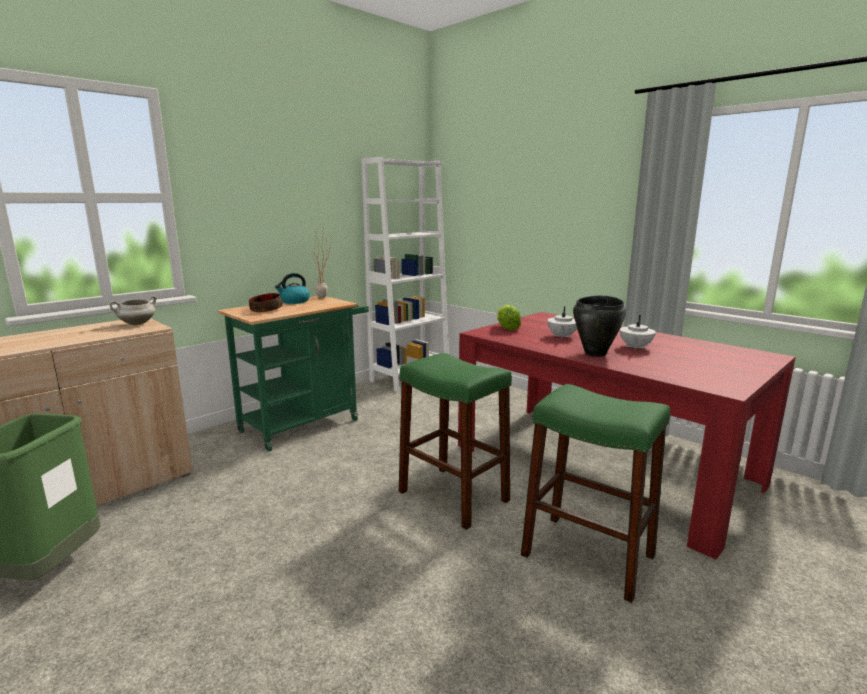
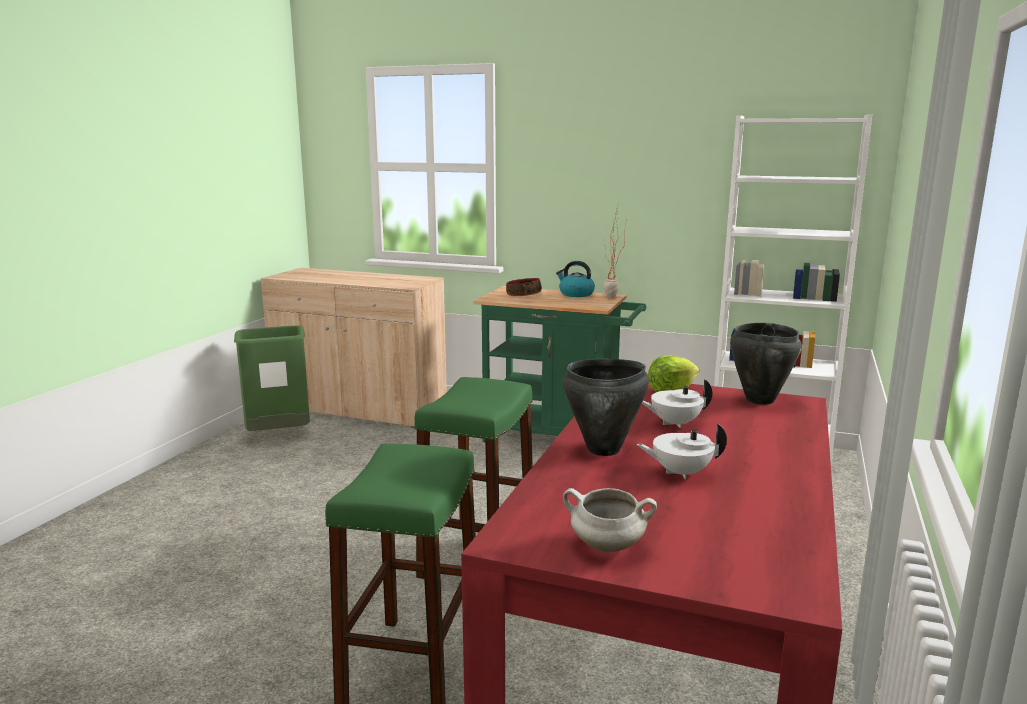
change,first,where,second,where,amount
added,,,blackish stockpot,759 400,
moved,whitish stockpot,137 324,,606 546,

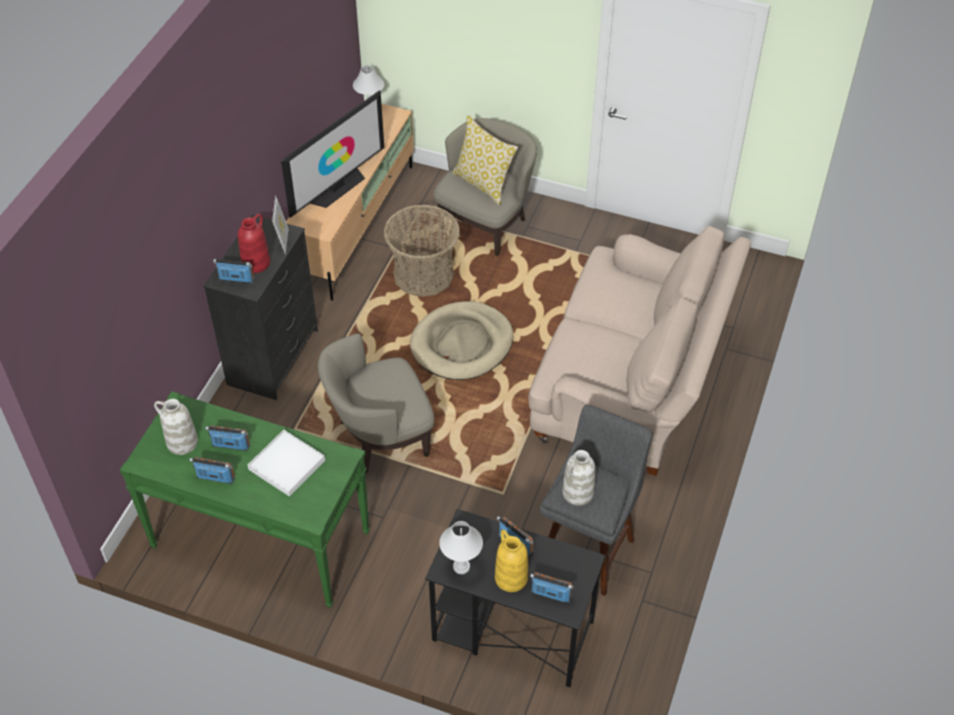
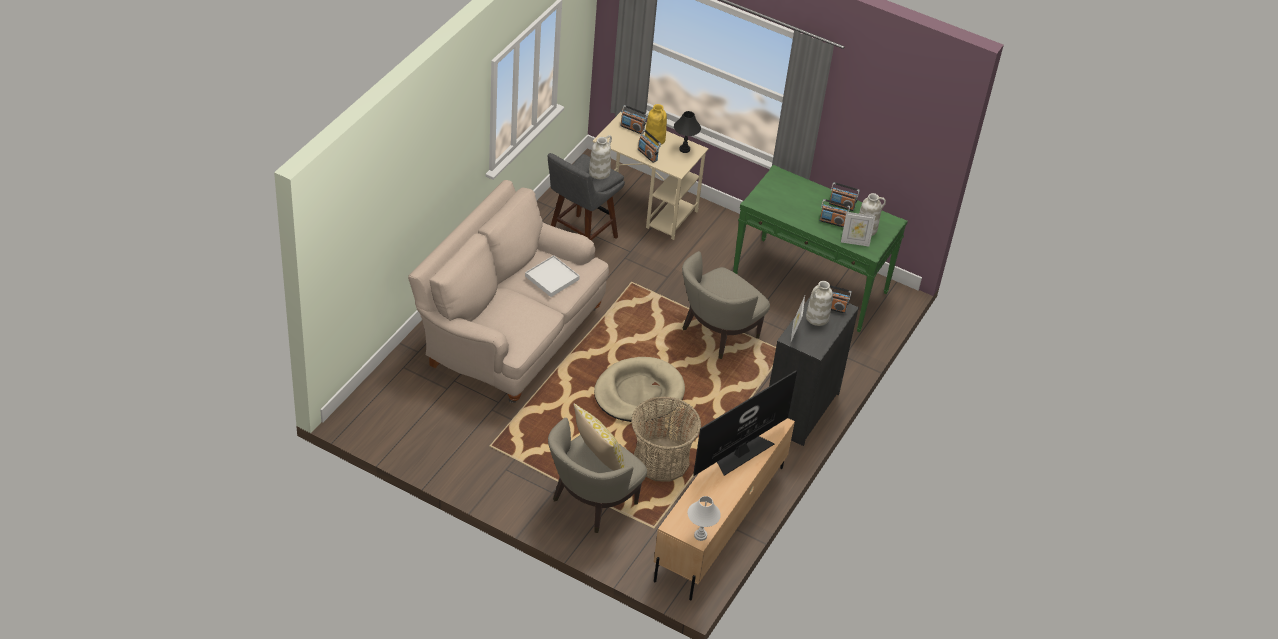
change,first,where,second,where,amount
added,,,photo frame,855 242,
moved,whitish carrying tray,287 465,,552 278,
recoloured,red-coloured vase,256 262,whitish vase,817 318,
recoloured,blackish desk unit,511 631,sand-coloured desk unit,645 207,
recoloured,whitish table lamp,461 566,blackish table lamp,684 149,
turned,sand-coloured armchair,380 438,,717 333,150 degrees clockwise

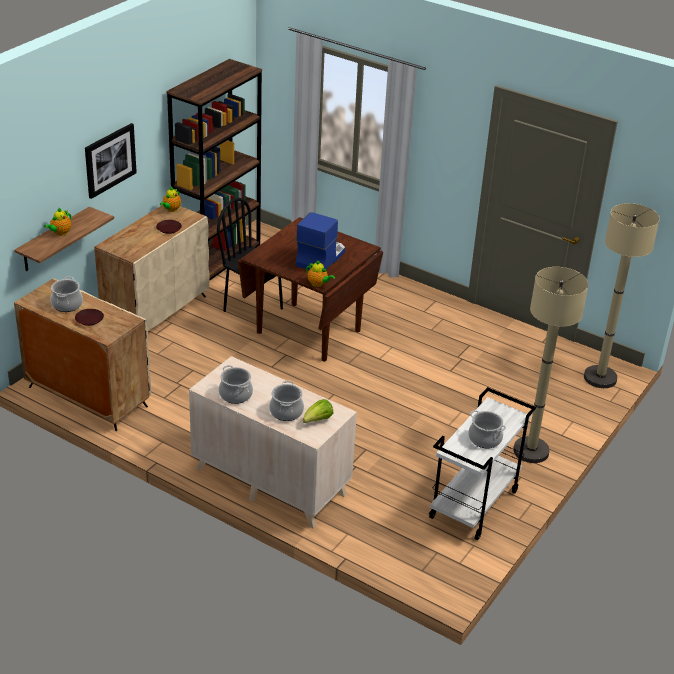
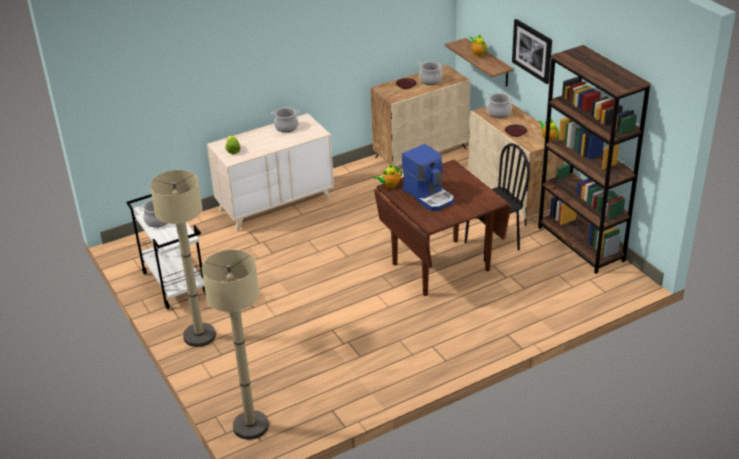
change,first,where,second,where,amount
moved,stockpot,286 412,,499 113,

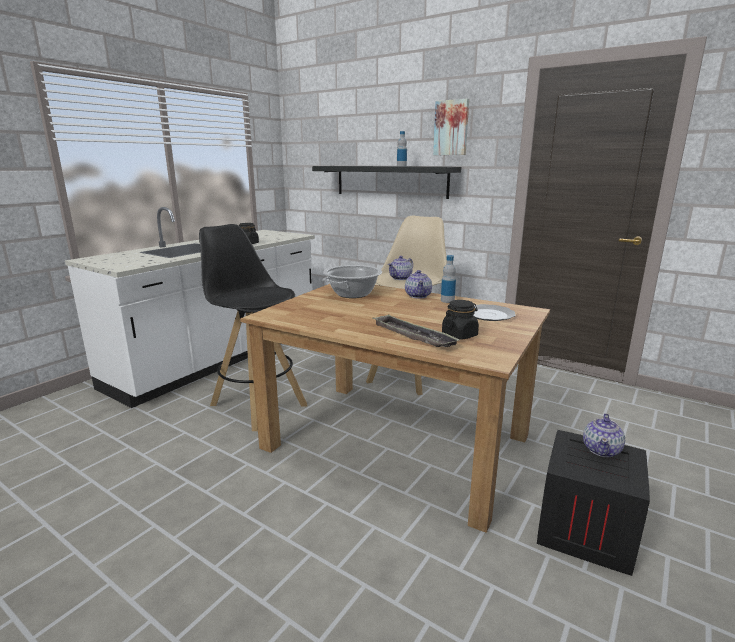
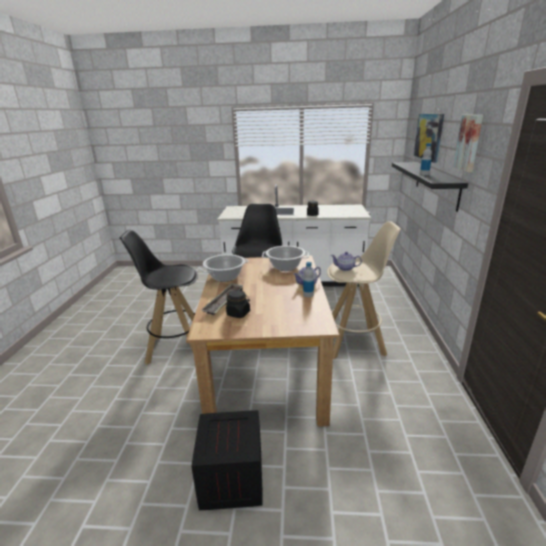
change,first,where,second,where,amount
removed,dinner plate,488 315,,,
removed,tea pot,602 450,,,
added,,,blackish stool,176 348,
added,,,stockpot,225 277,
added,,,wall art,429 136,

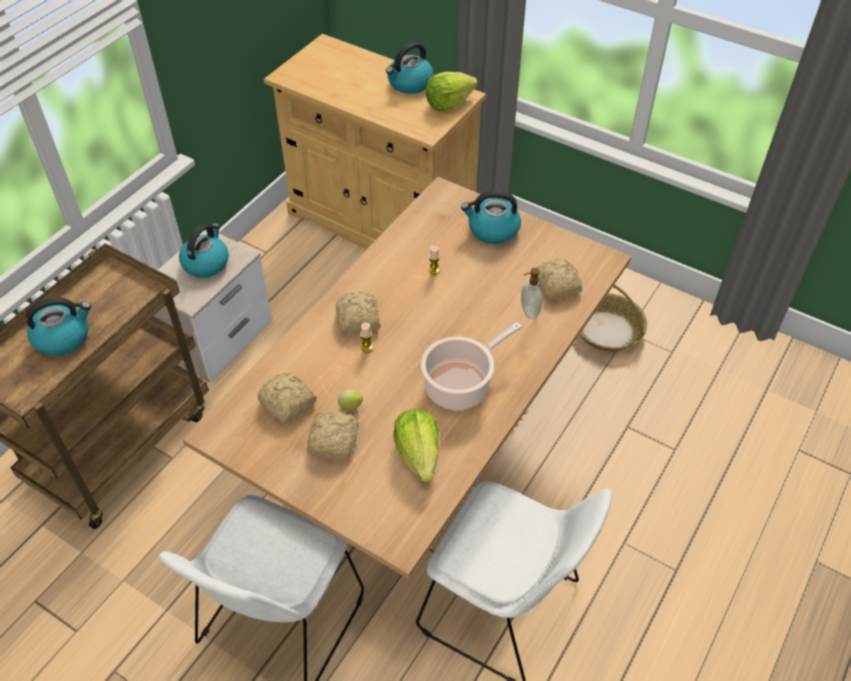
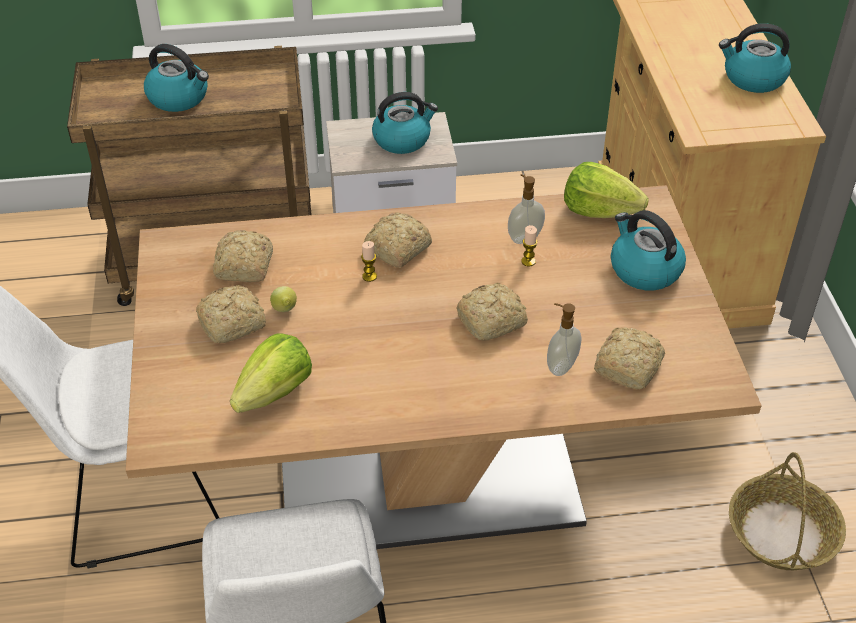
change,first,where,second,where,amount
removed,stockpot,460 385,,,
added,,,bakery bread,493 320,
added,,,liquid soap bottle,524 237,
moved,lettuce head,448 103,,599 211,

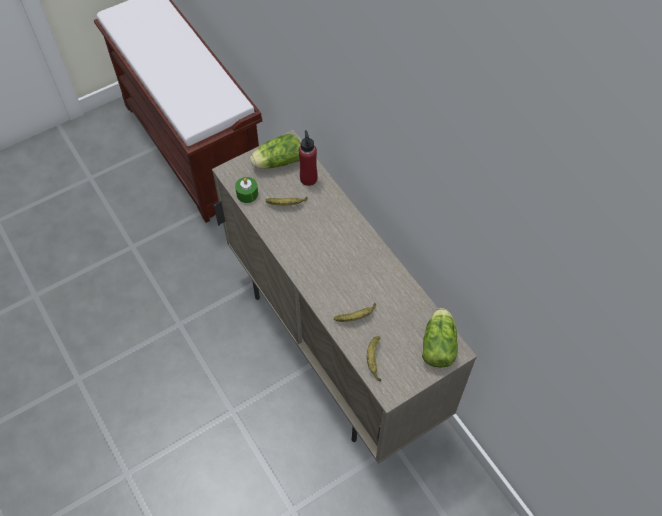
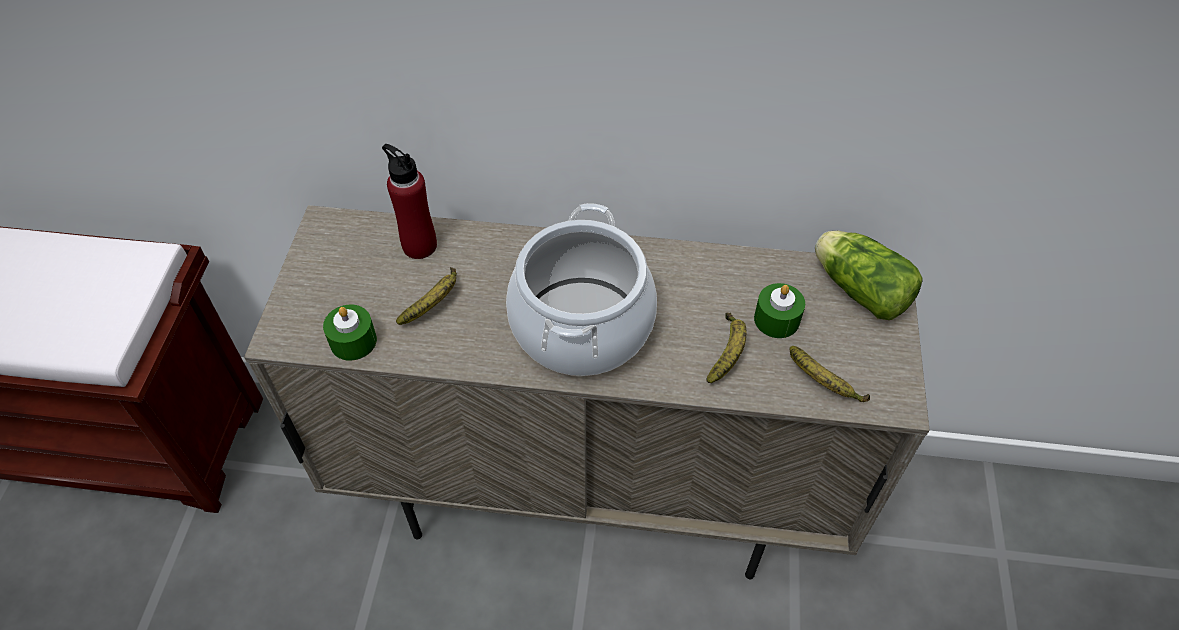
change,first,where,second,where,amount
removed,lettuce head,276 162,,,
added,,,stockpot,581 326,
added,,,green wax candle,776 319,

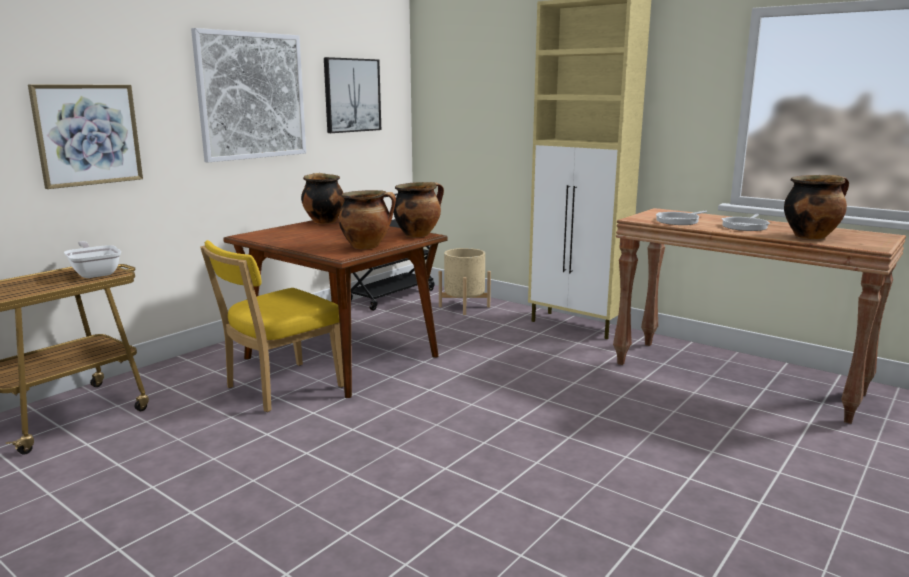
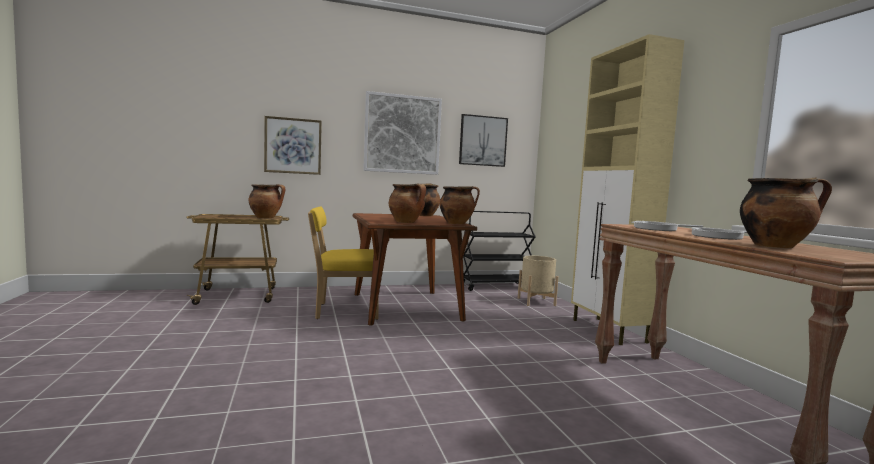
change,first,where,second,where,amount
replaced,pan,95 273,stockpot,266 218,

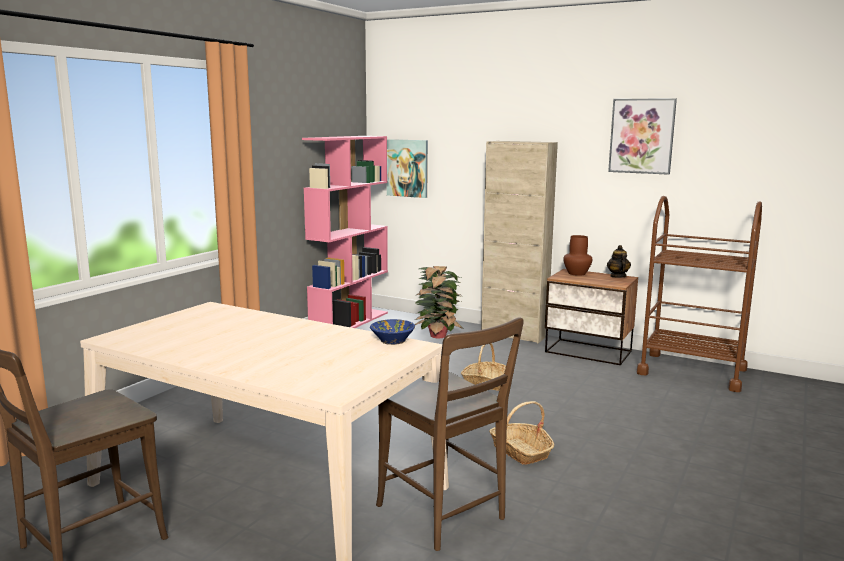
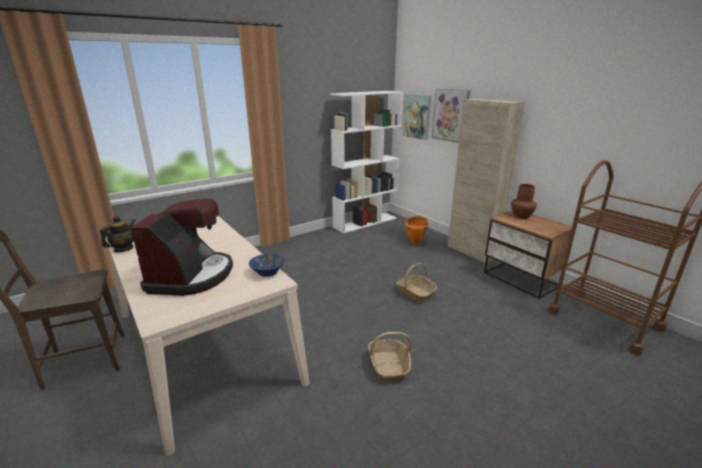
change,first,where,second,where,amount
removed,brown-coloured chair,444 515,,,
added,,,coffee brewer,192 276,
moved,tea pot,617 276,,123 249,
moved,wall art,642 136,,450 115,
replaced,houseplant,438 335,orange-coloured stockpot,415 243,
recoloured,pink-coloured bookshelf,349 322,whitish bookshelf,365 222,

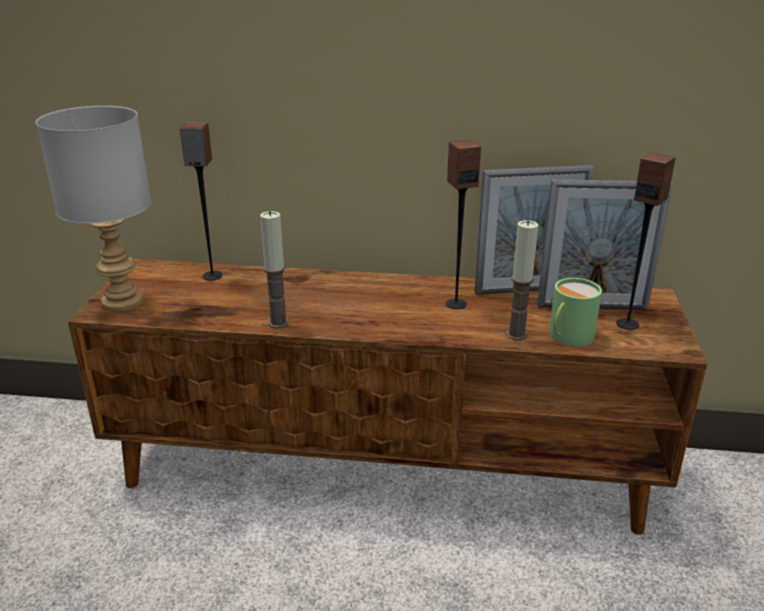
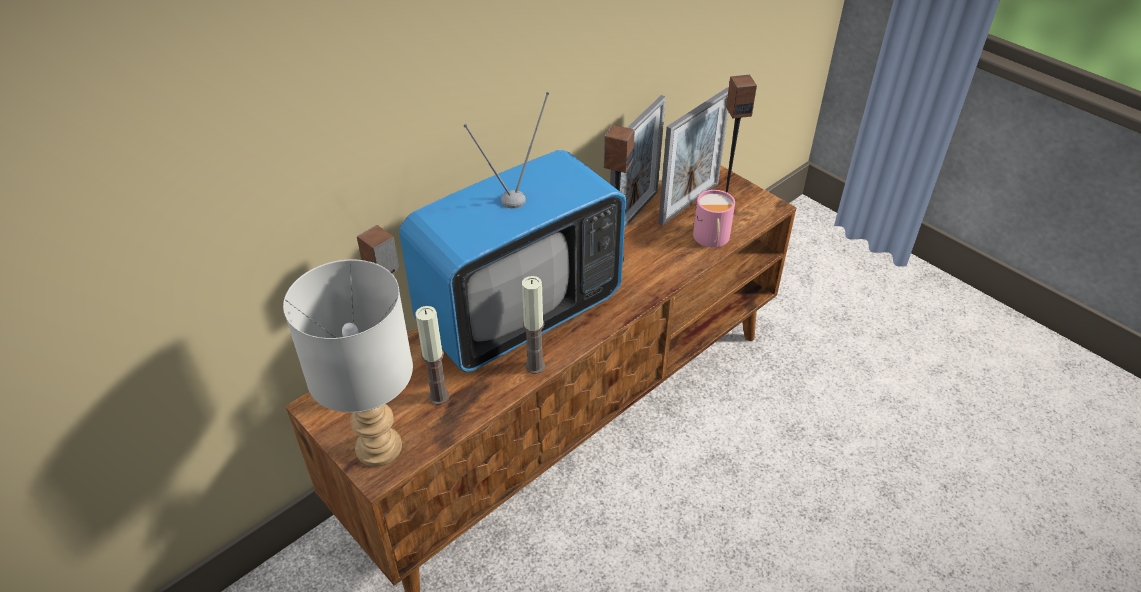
change,first,where,second,where,amount
added,,,TV set,519 313,
moved,wax candle,516 334,,439 396,
recoloured,green tea mug,567 336,pink-coloured tea mug,711 238,

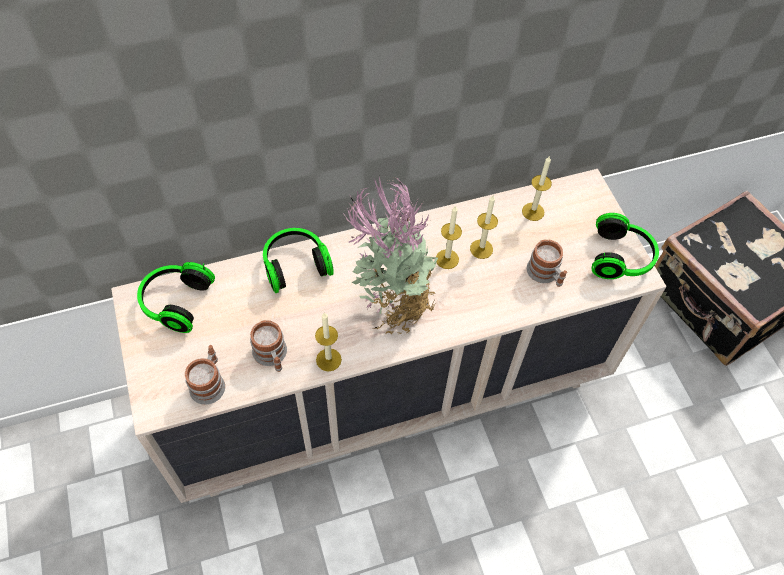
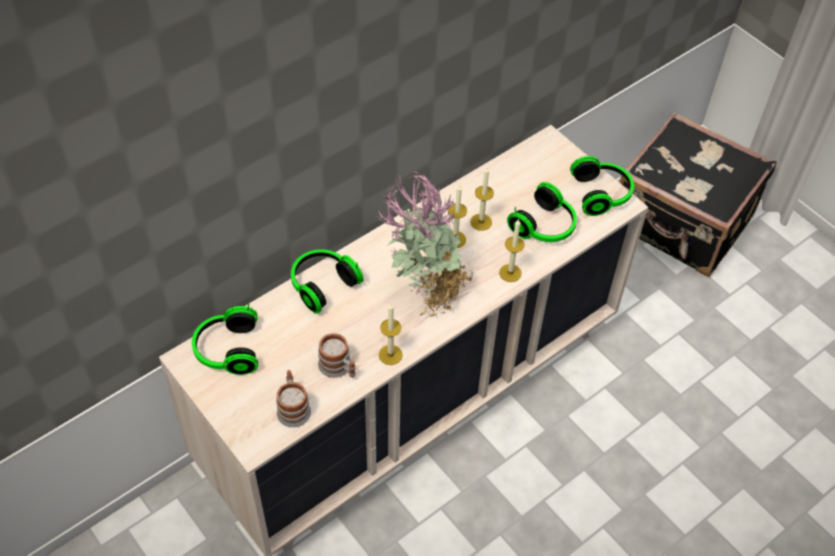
change,first,where,second,where,amount
moved,wax candle,533 211,,510 273,
replaced,tea mug,546 274,headphones,545 227,

